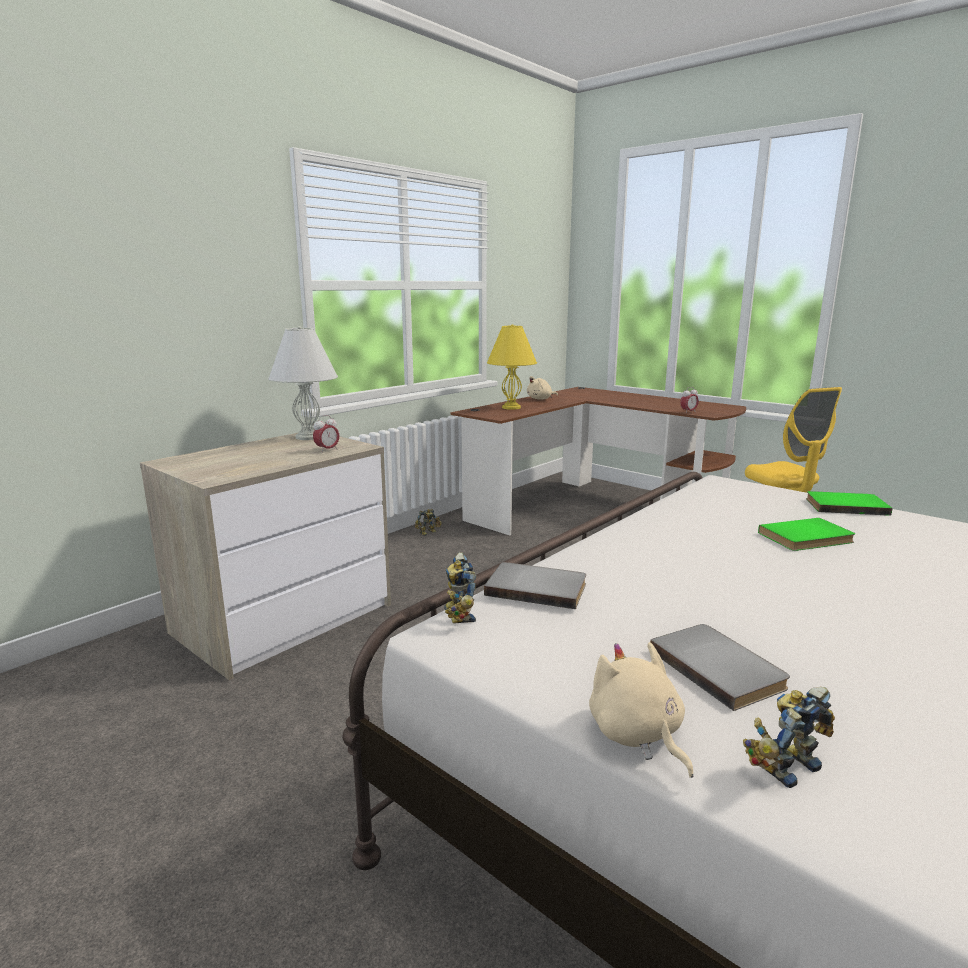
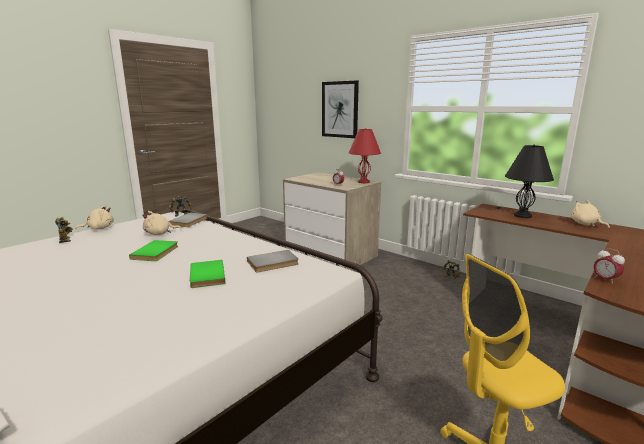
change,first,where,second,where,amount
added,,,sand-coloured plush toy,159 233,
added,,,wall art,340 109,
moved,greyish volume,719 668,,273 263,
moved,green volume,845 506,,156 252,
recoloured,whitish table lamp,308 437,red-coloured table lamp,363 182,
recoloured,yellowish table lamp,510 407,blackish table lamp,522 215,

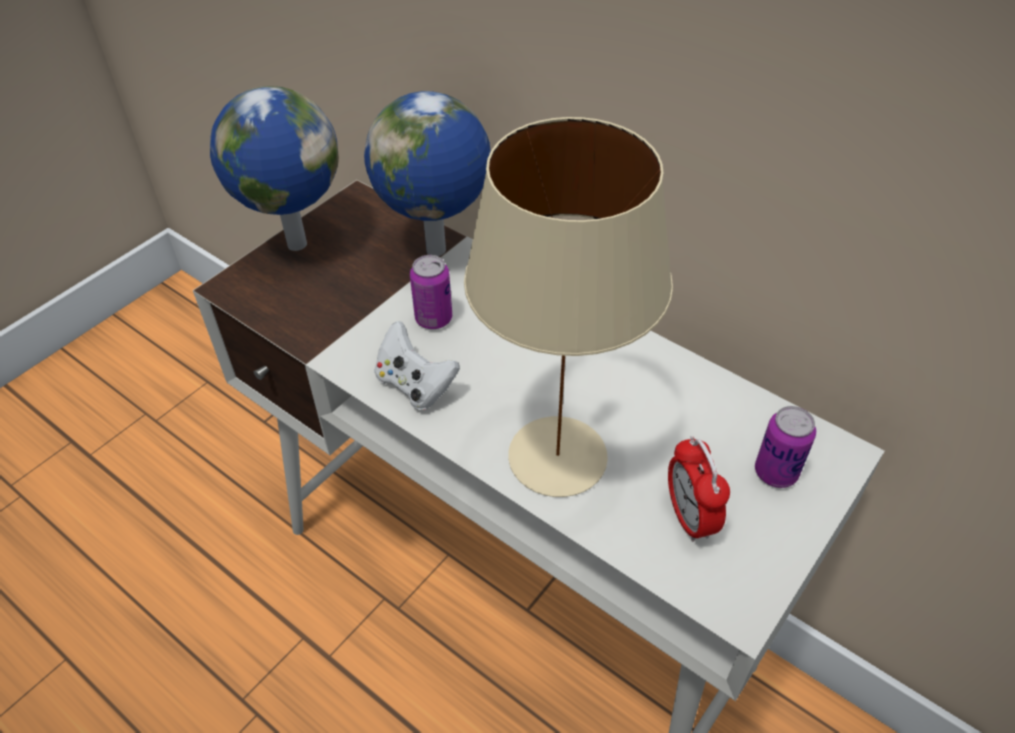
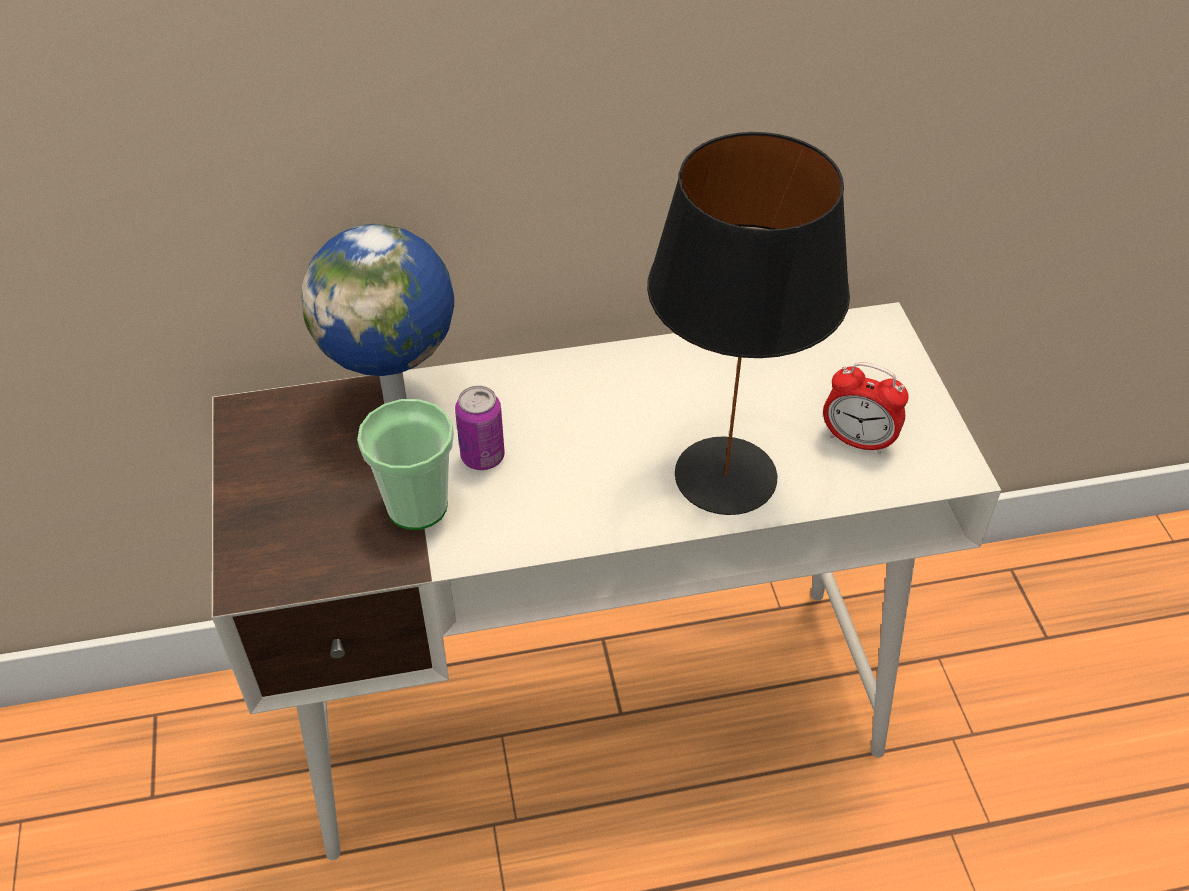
change,first,where,second,where,amount
removed,globe,295 244,,,
removed,whitish game controller,415 385,,,
removed,can,775 472,,,
added,,,drinking cup,417 506,
recoloured,sand-coloured table lamp,558 457,blackish table lamp,727 476,

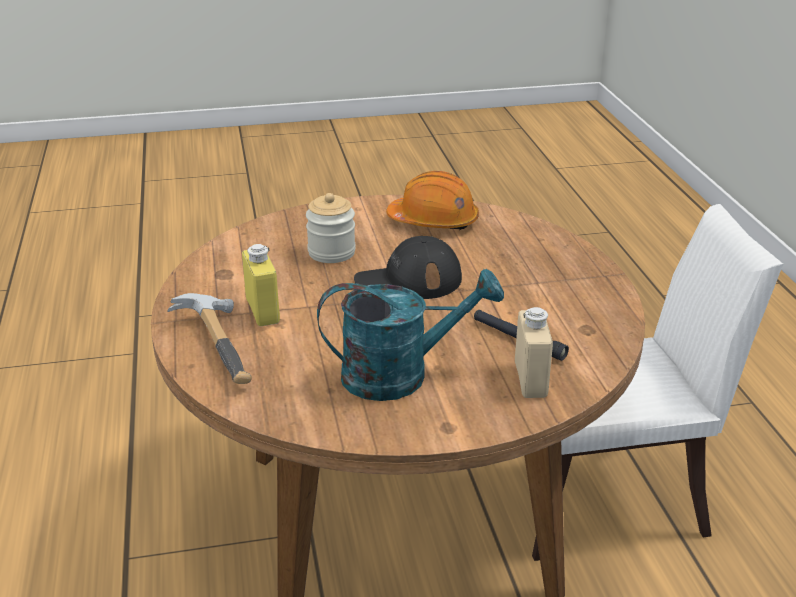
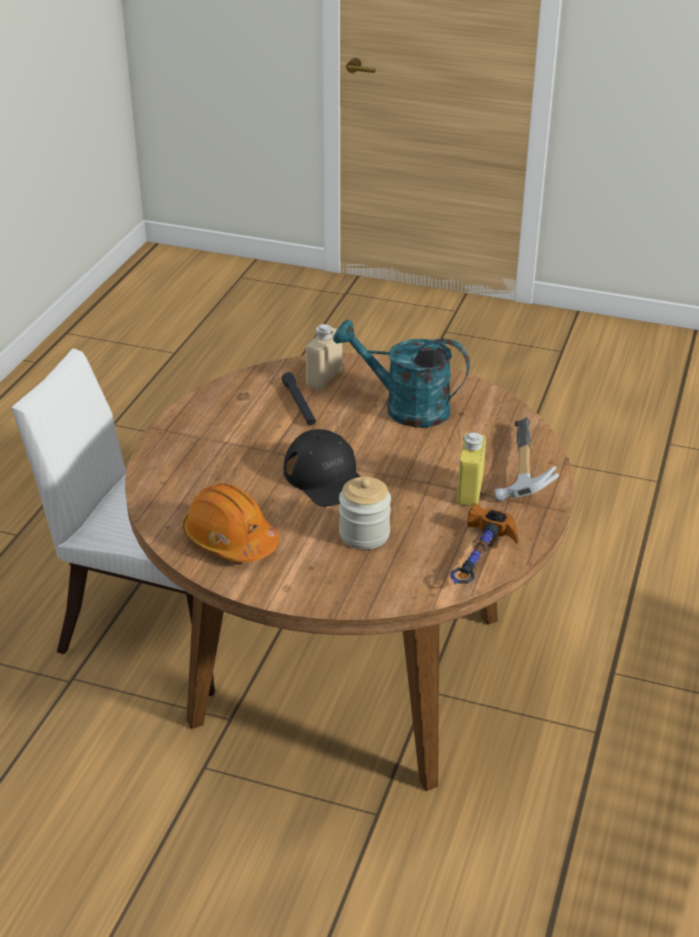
change,first,where,second,where,amount
added,,,tool hammer,479 560,
turned,blackish cap,408 282,,327 478,45 degrees clockwise

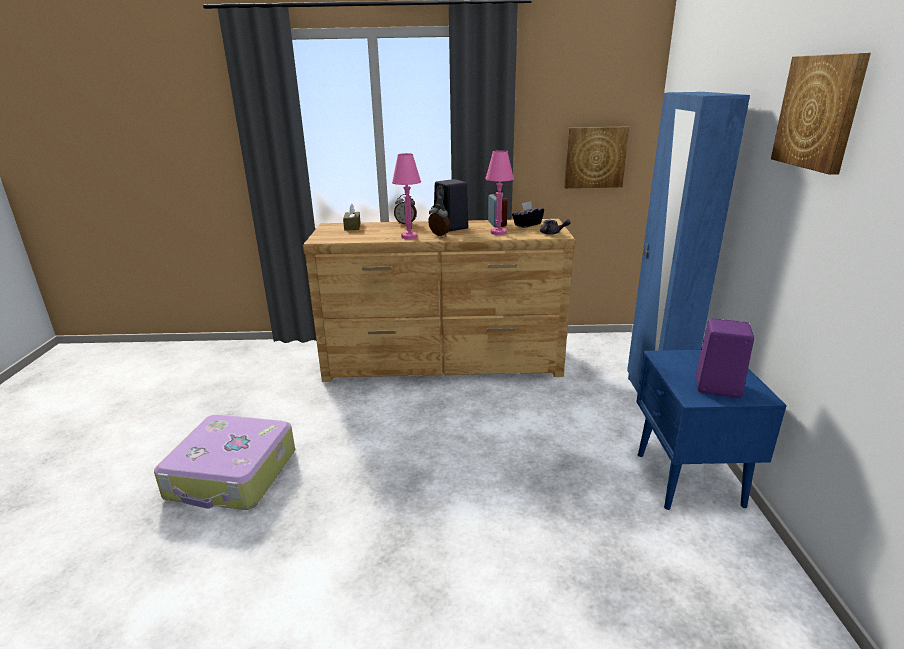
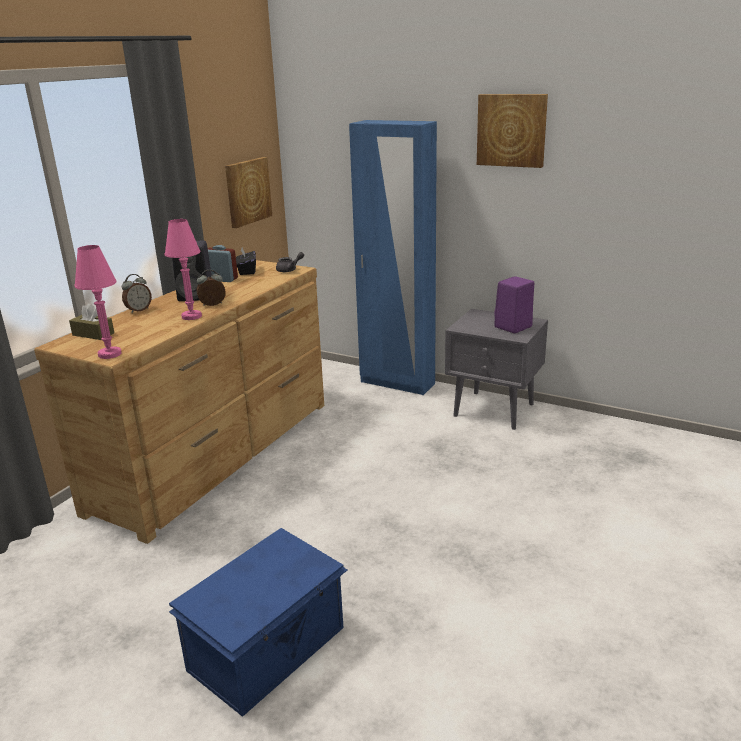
change,first,where,second,where,amount
moved,pink-coloured table lamp,498 232,,110 354,
replaced,suitcase,232 475,blue-coloured storage container,269 649,
recoloured,blue-coloured nightstand,688 480,greyish nightstand,494 410,

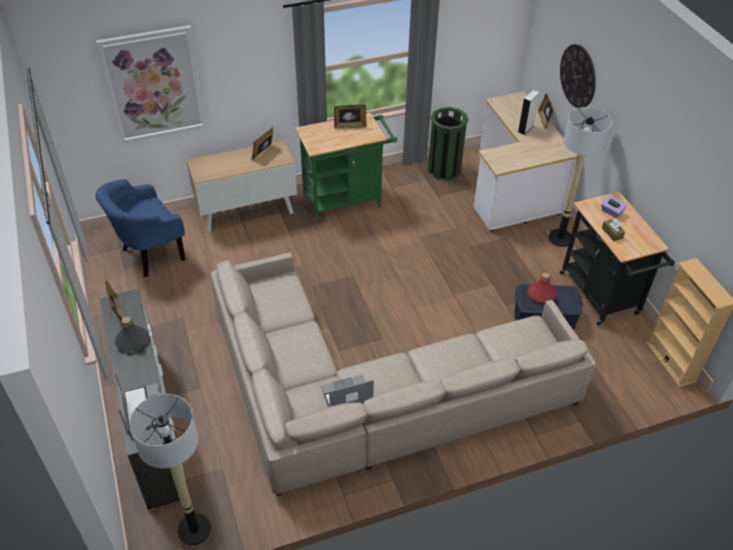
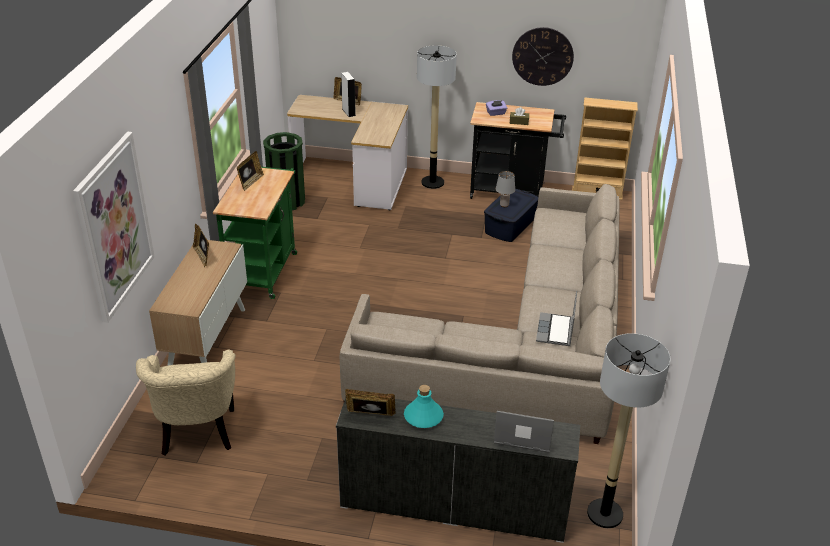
change,first,where,second,where,amount
moved,hanging clock,578 76,,542 56,
replaced,red-coloured beverage bottle,541 294,greyish table lamp,504 205,
recoloured,blue-coloured armchair,149 255,sand-coloured armchair,197 435,
recoloured,greyish beverage bottle,133 340,turquoise beverage bottle,423 416,

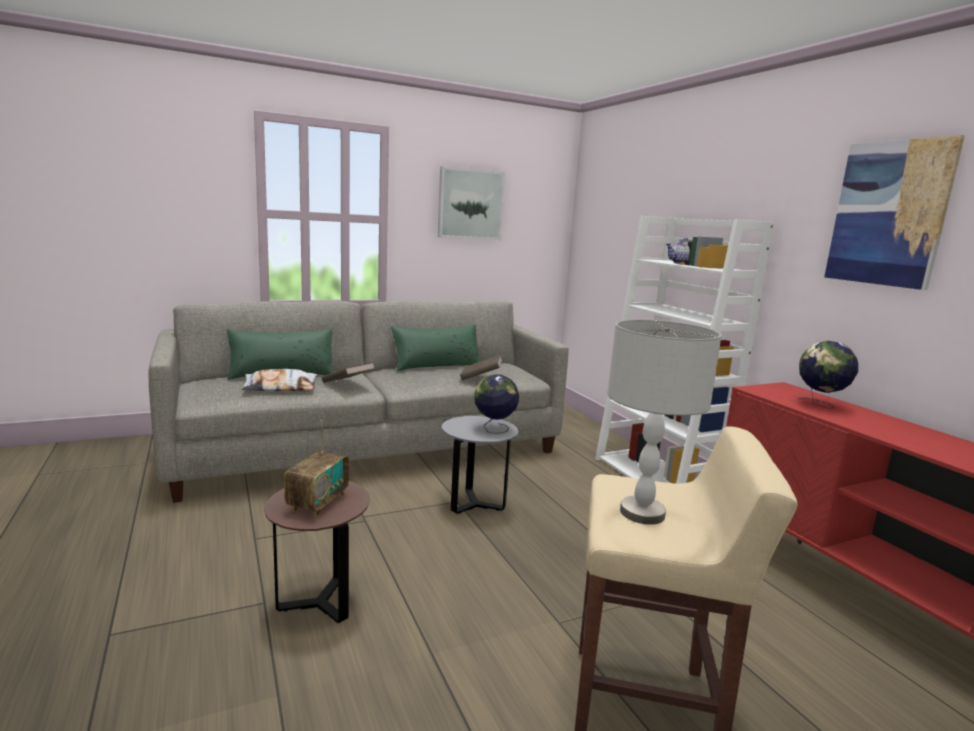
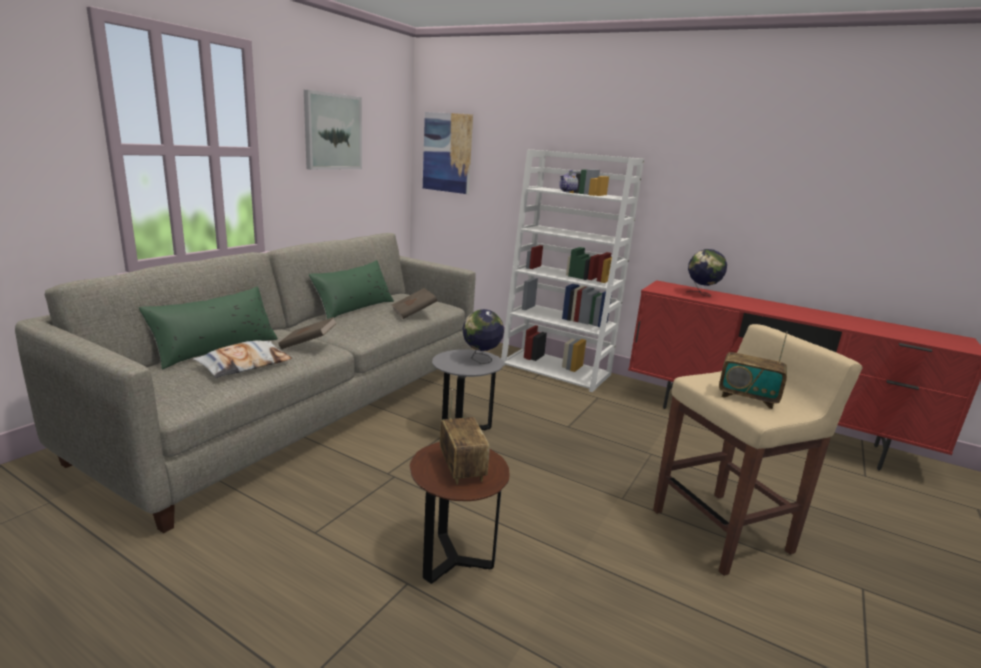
change,first,where,second,where,amount
moved,wall art,889 213,,447 153,
replaced,greyish table lamp,643 513,radio,747 398,

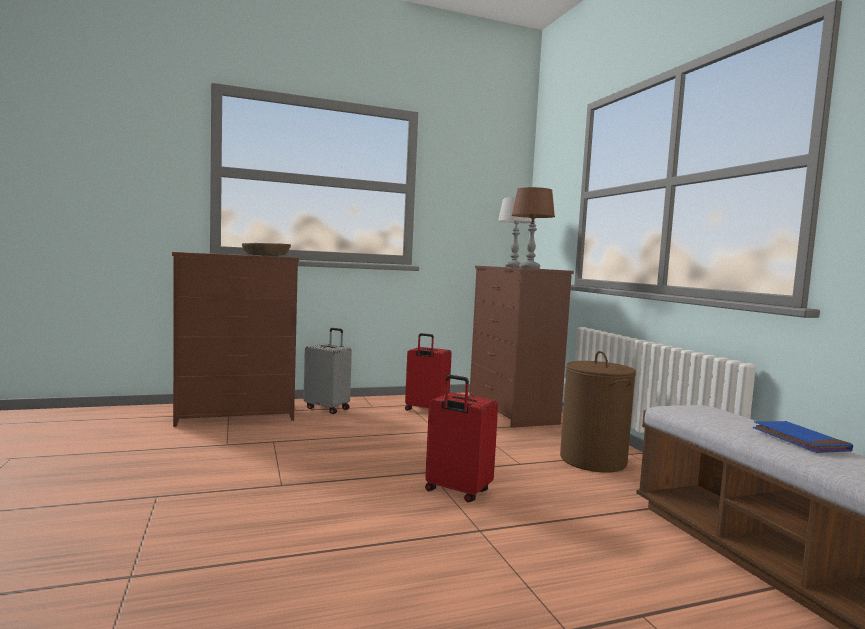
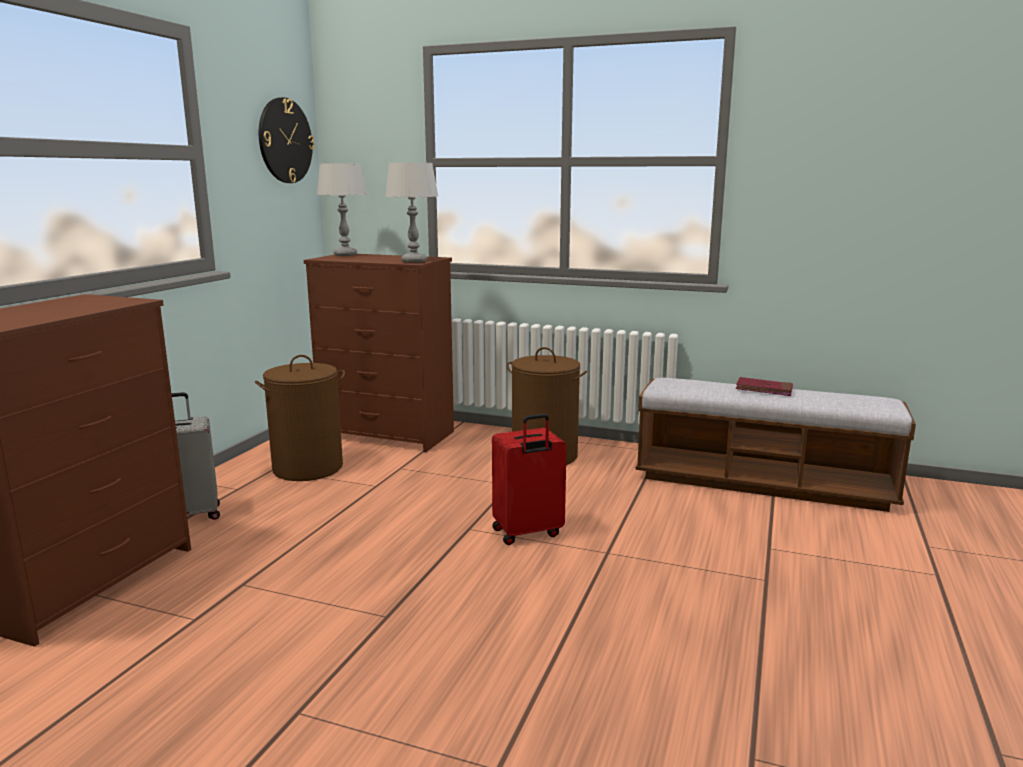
change,first,where,second,where,amount
removed,brown-coloured deep dish,266 255,,,
added,,,hanging clock,285 141,
replaced,red-coloured suitcase,425 410,brown-coloured laundry basket,307 468,
recoloured,brown-coloured table lamp,529 268,greyish table lamp,413 261,
recoloured,blue-coloured volume,799 440,red-coloured volume,764 389,

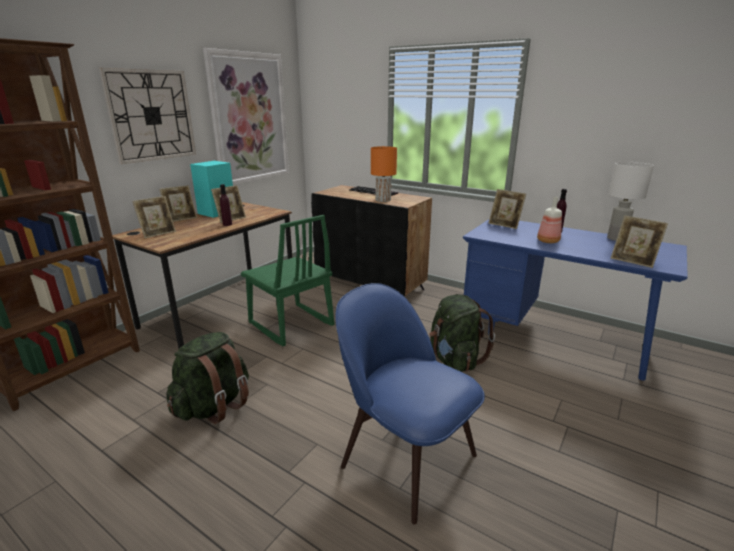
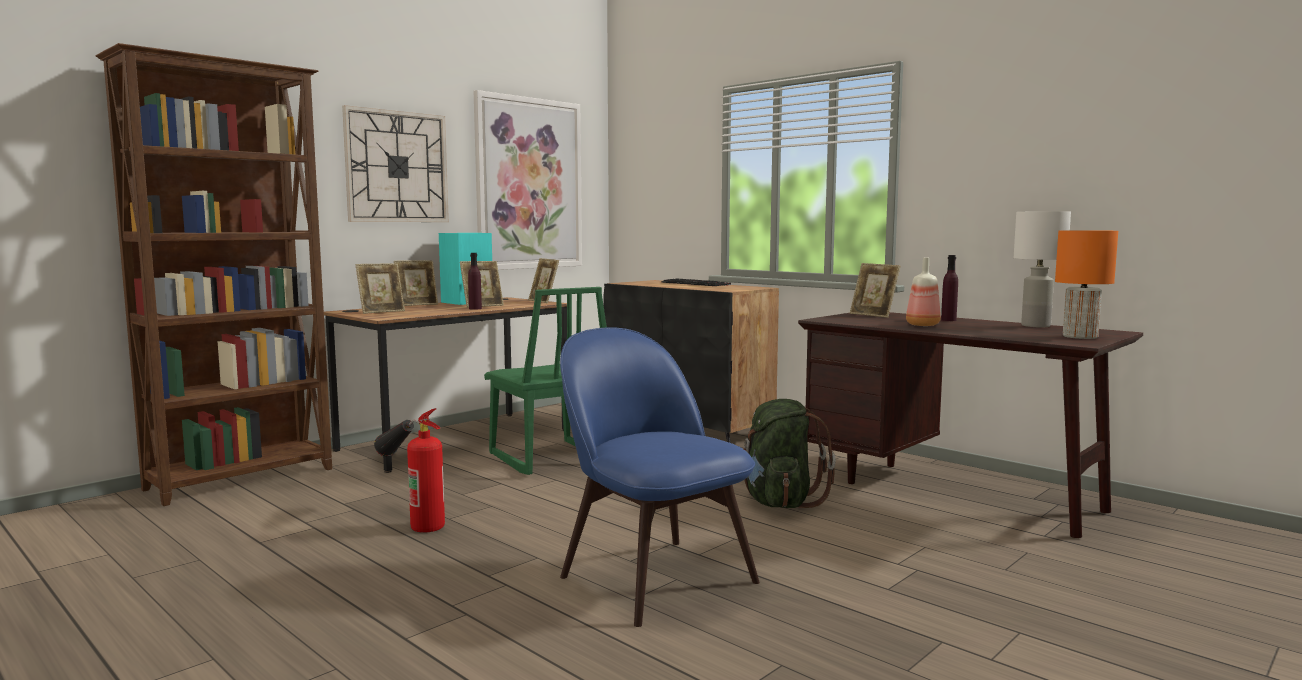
change,first,where,second,where,amount
moved,orange-coloured table lamp,383 200,,1081 337,
moved,photo frame,633 261,,543 301,
replaced,green backpack,214 406,extinguisher,412 518,
recoloured,blue-coloured desk unit,552 339,brown-coloured desk unit,952 492,

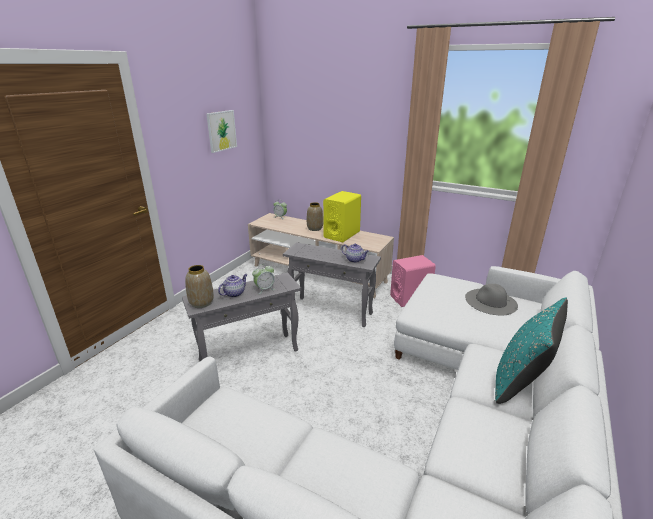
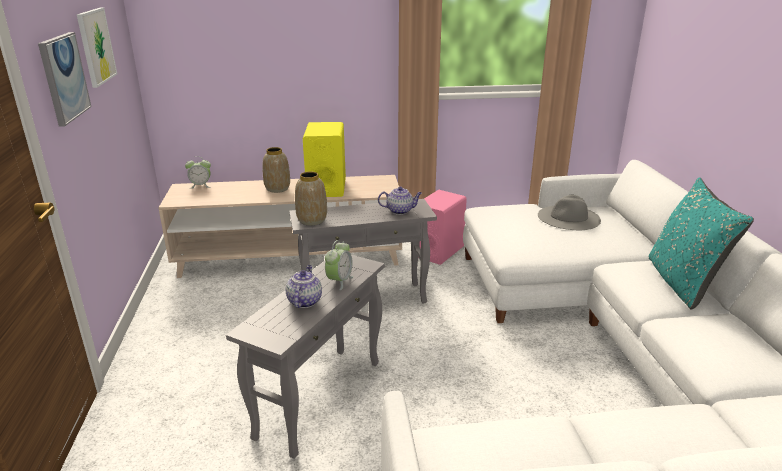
change,first,where,second,where,amount
added,,,wall art,64 78,
moved,vase,201 303,,311 220,

